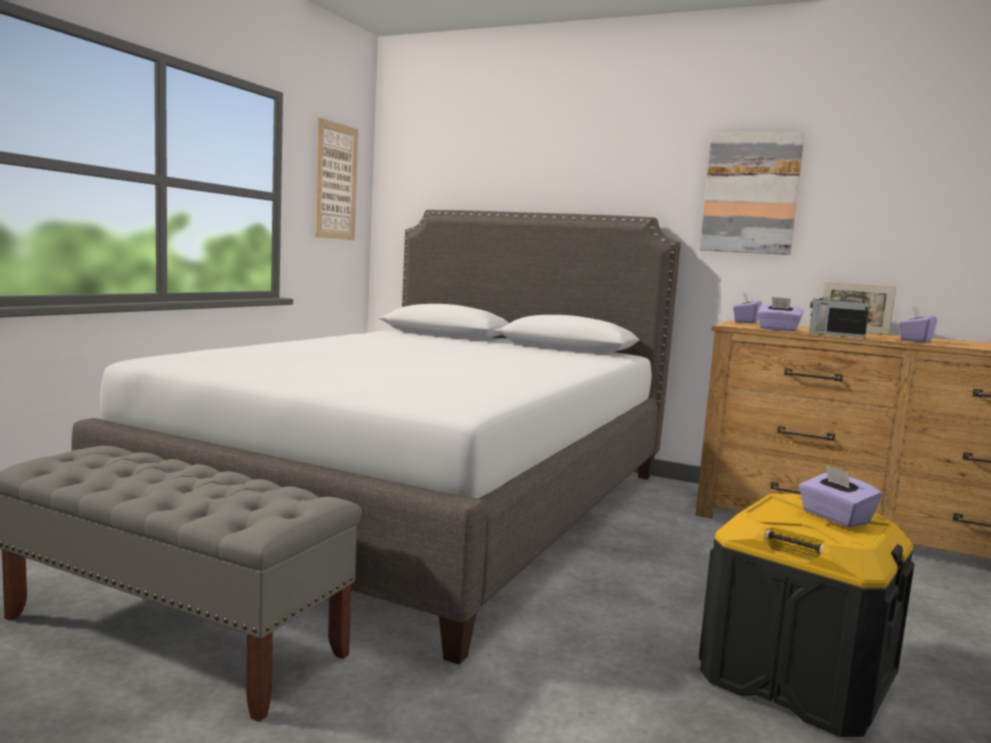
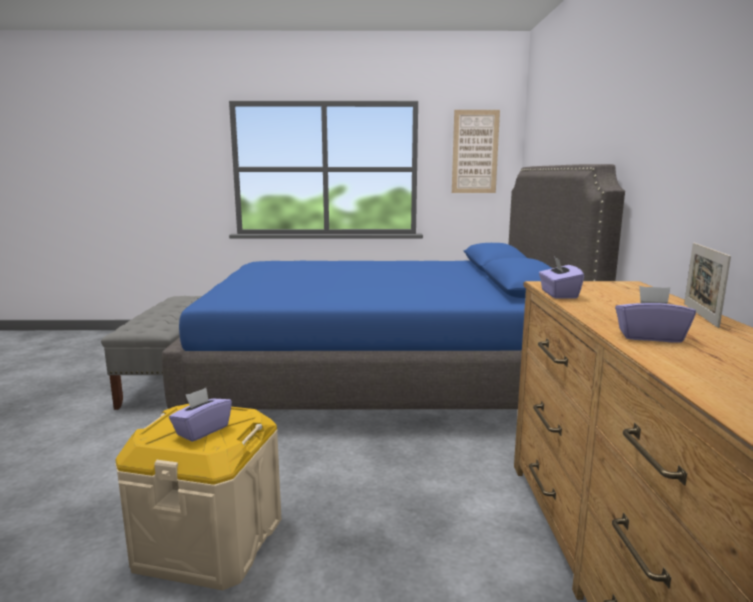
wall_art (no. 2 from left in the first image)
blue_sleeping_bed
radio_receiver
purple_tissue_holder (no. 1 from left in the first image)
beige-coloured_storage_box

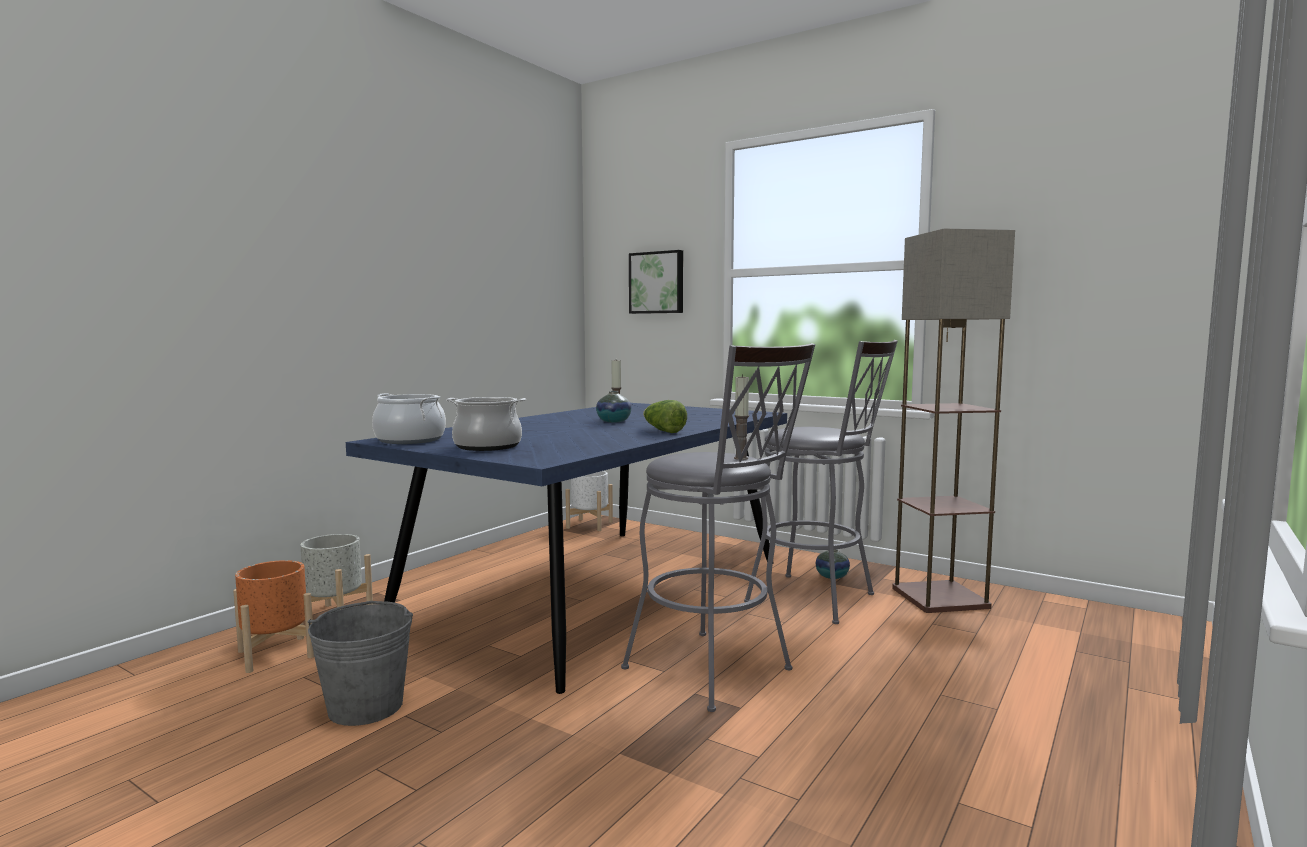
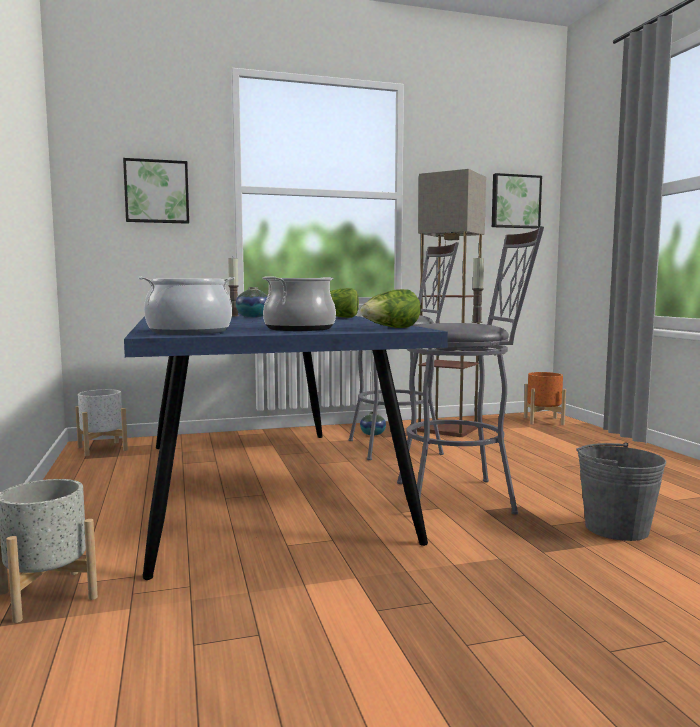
orange-coloured_planter
grey_water_bucket
wall_art (no. 2 from left)
head_of_lettuce (no. 2 from left)

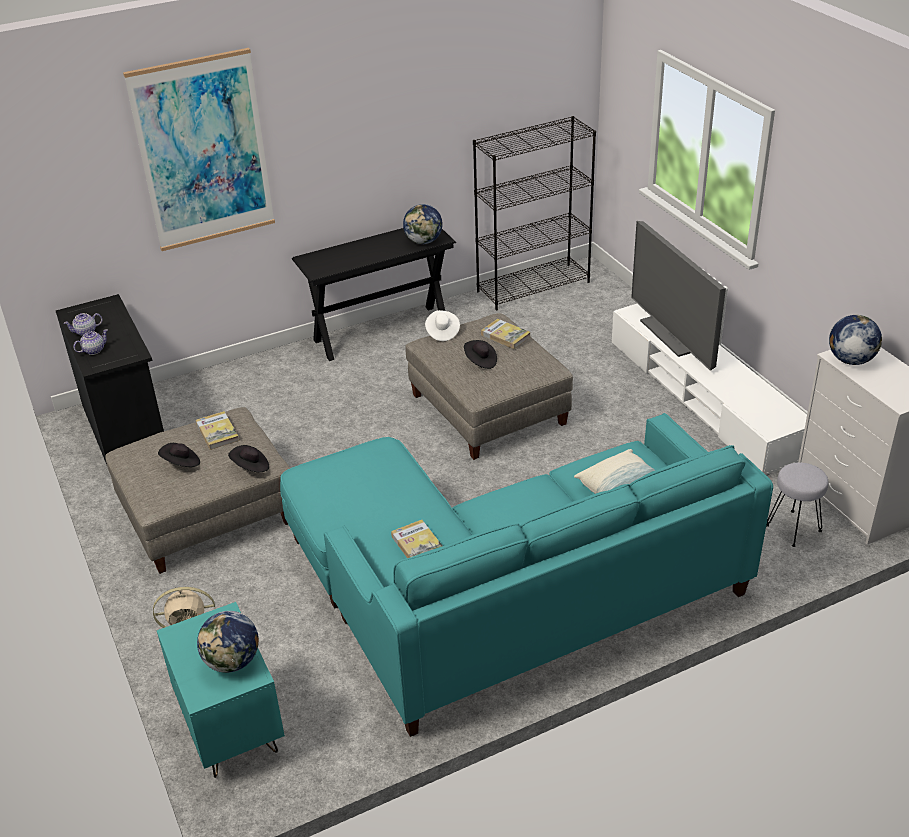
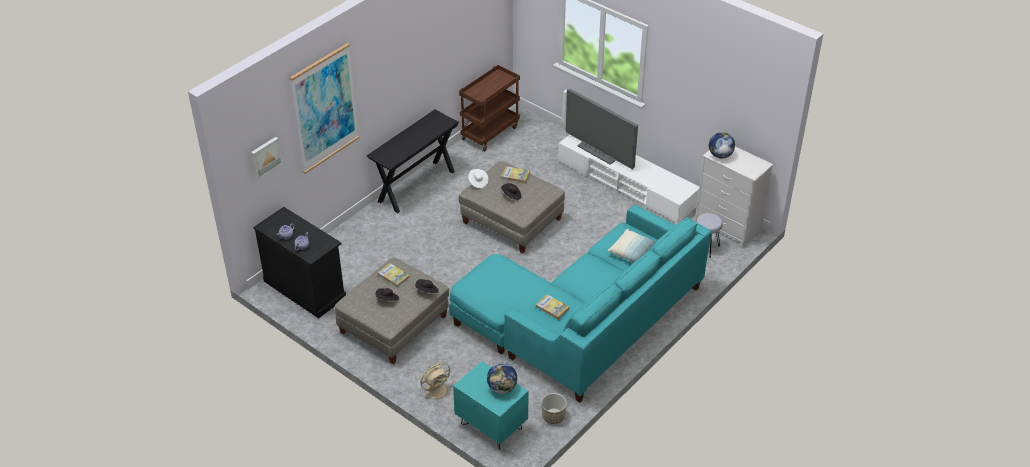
brown-coloured_cart
globe (no. 2 from left in the first image)
wall_art (no. 1 from left)
planter

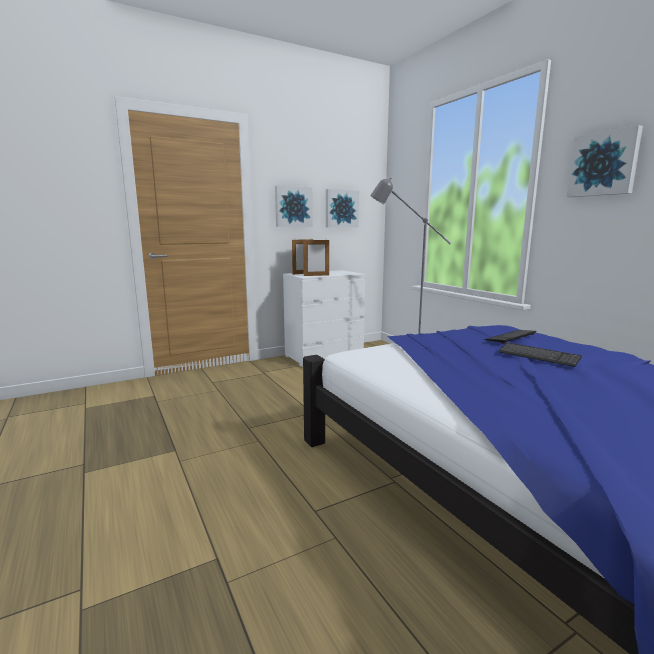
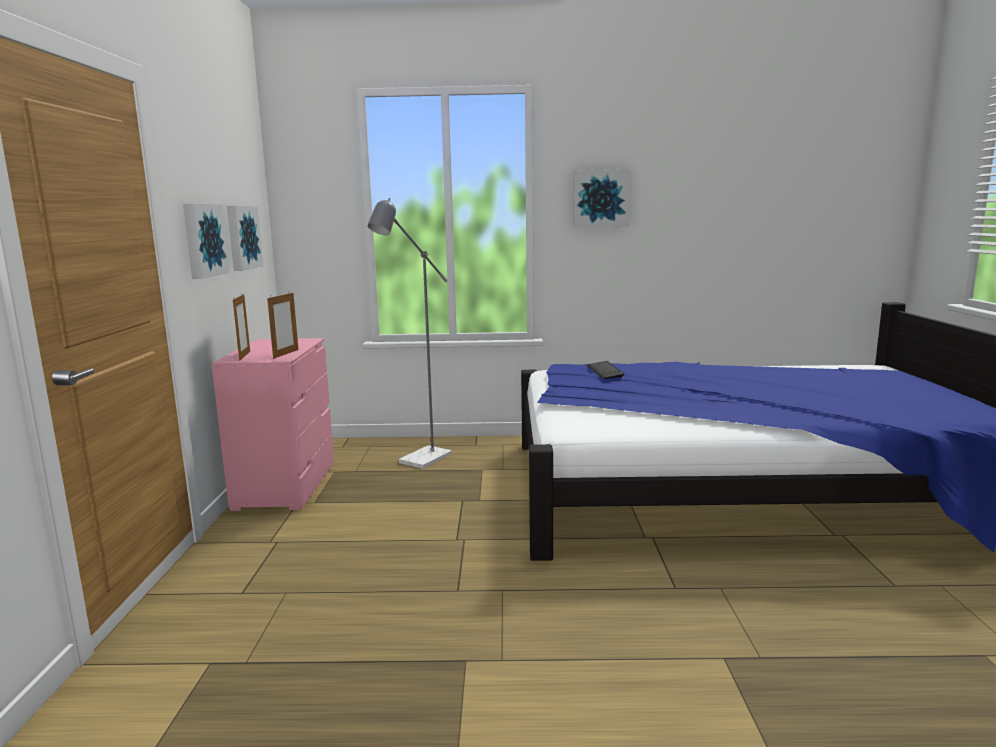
pink-coloured_dresser
PC_keyboard (no. 2 from left in the first image)

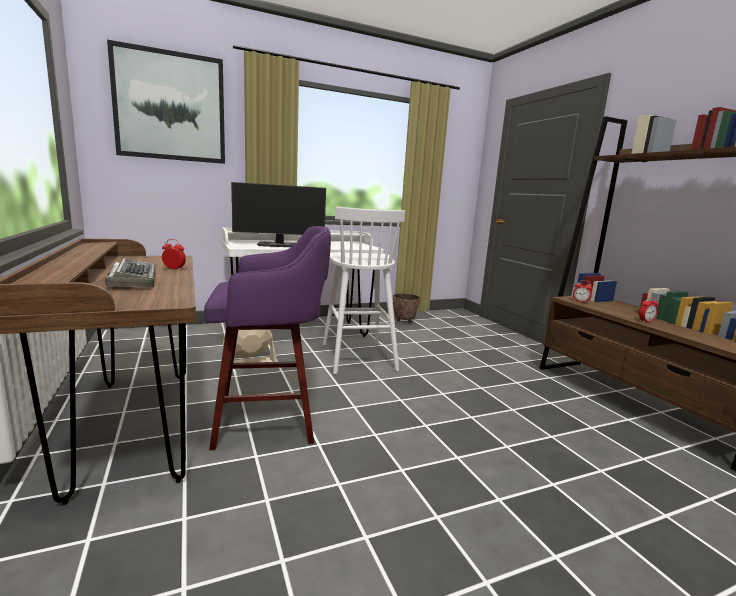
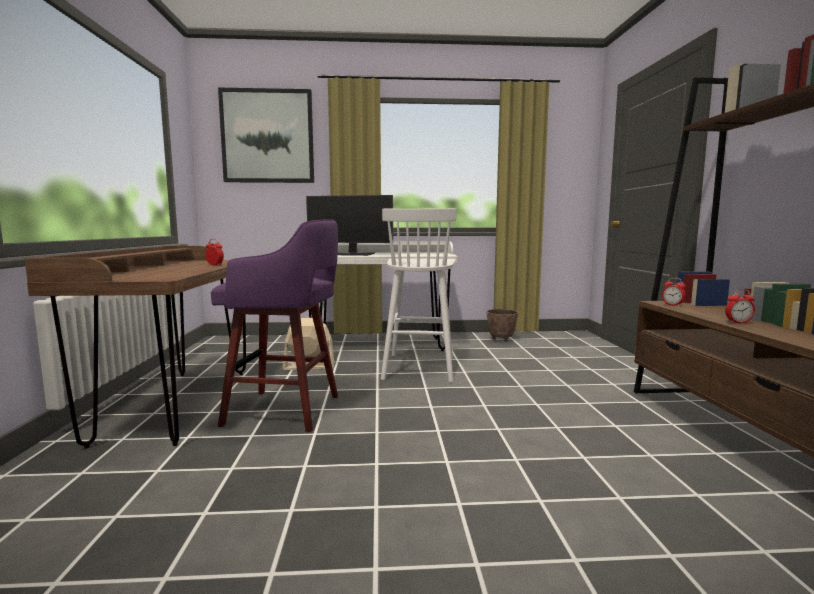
PC_keyboard

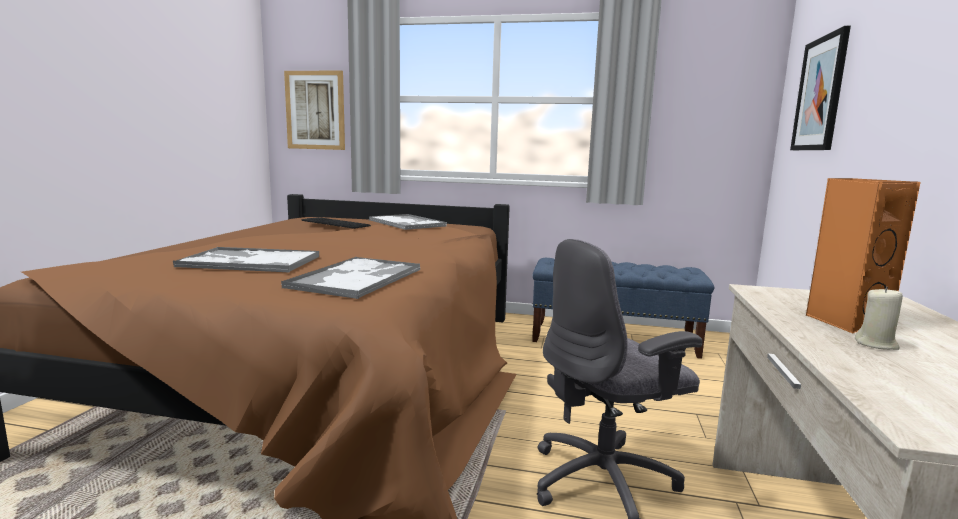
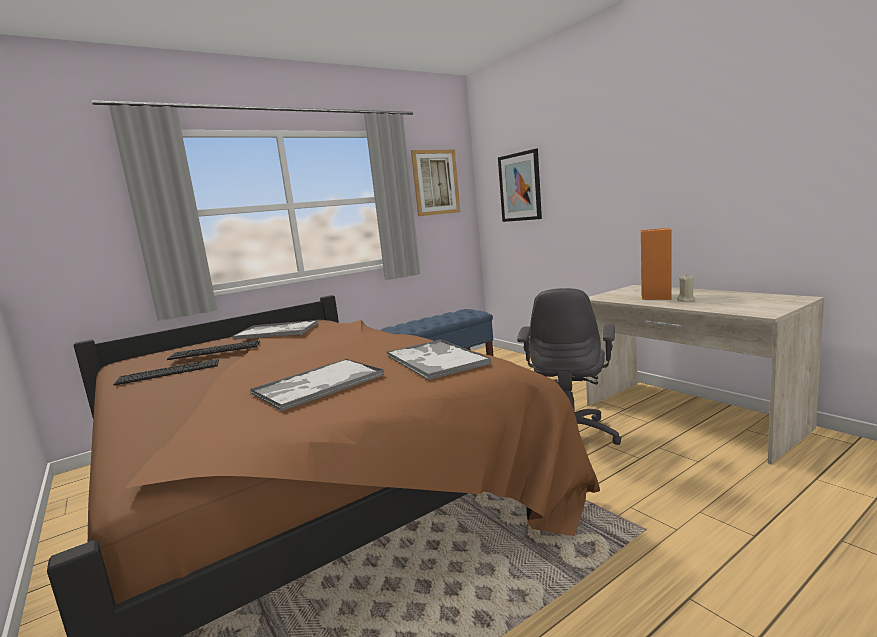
wall_art (no. 1 from left)
PC_keyboard (no. 1 from left)

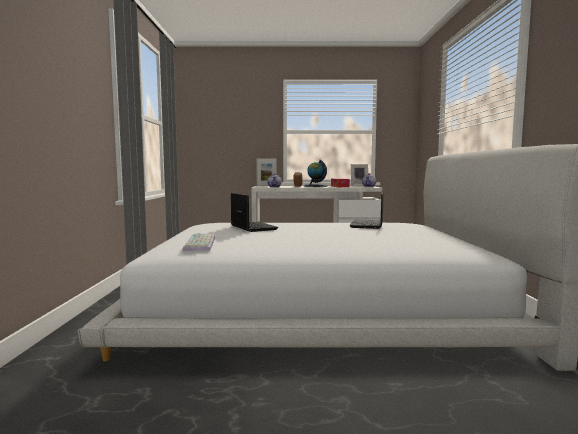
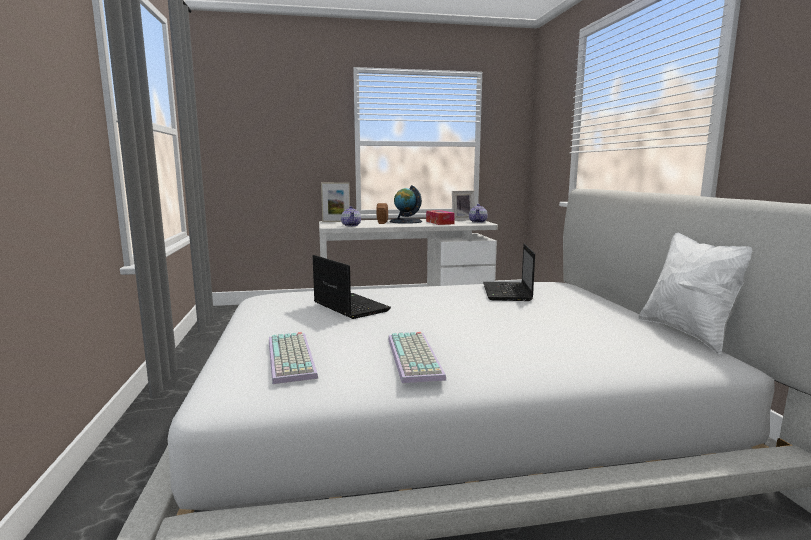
white_throw_pillow
PC_keyboard (no. 2 from left)

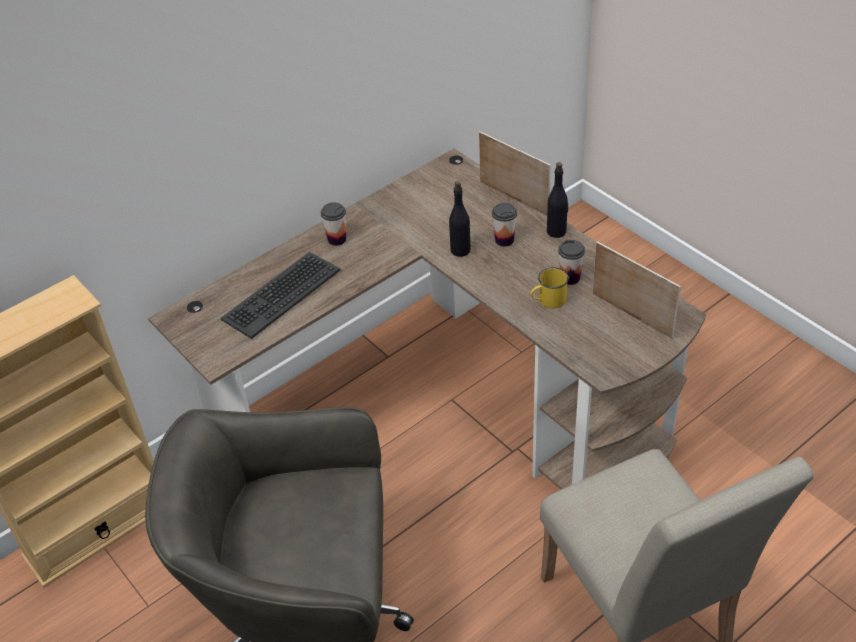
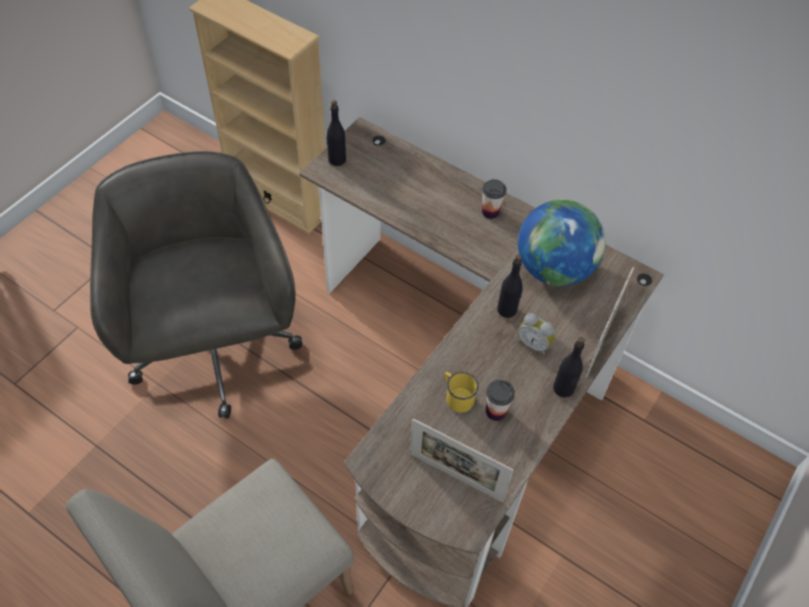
alarm_clock
standing_frame (no. 1 from left)
PC_keyboard
black_beverage_bottle (no. 1 from left)
globe

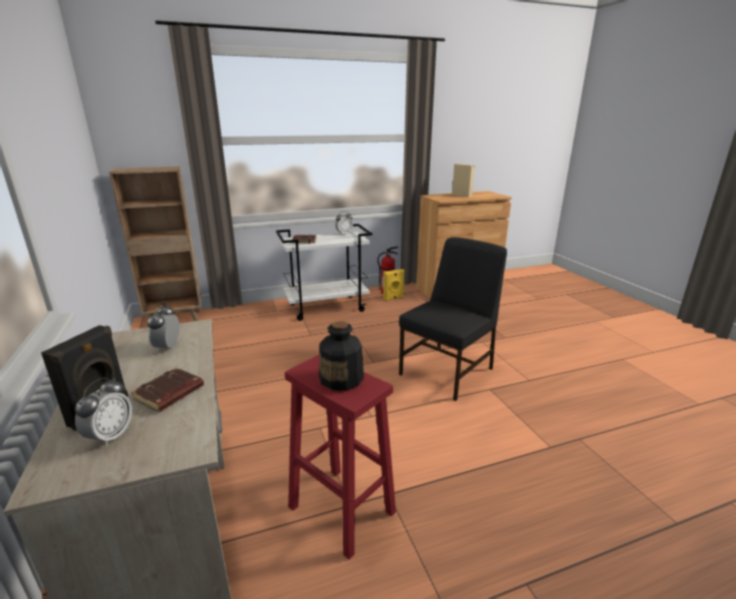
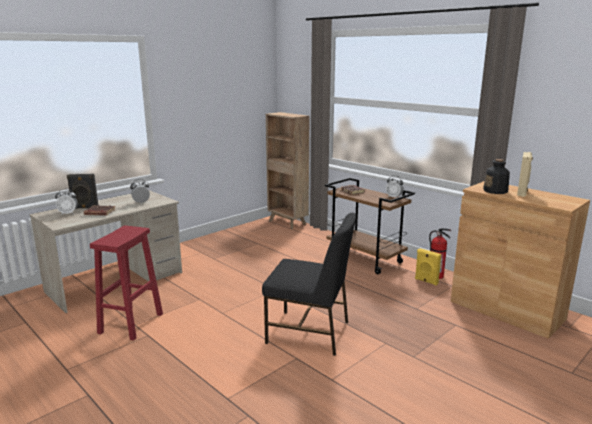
brown-coloured_cart
beverage_bottle

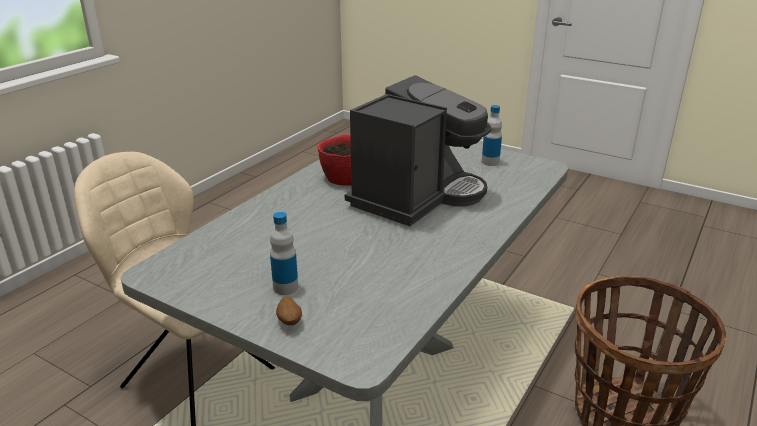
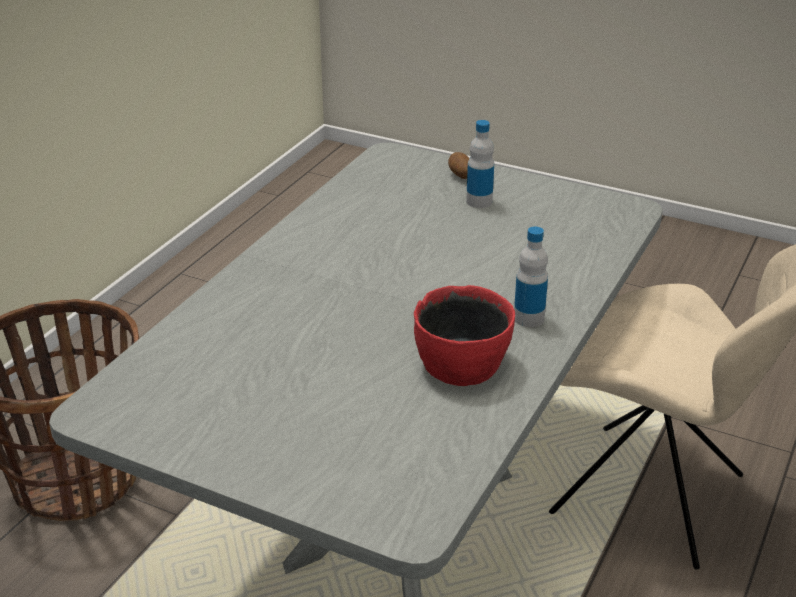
coffee_maker
beverage_bottle (no. 2 from left)

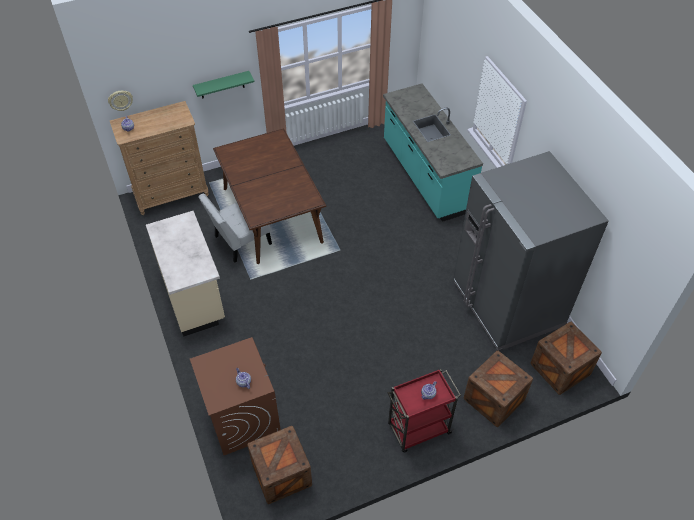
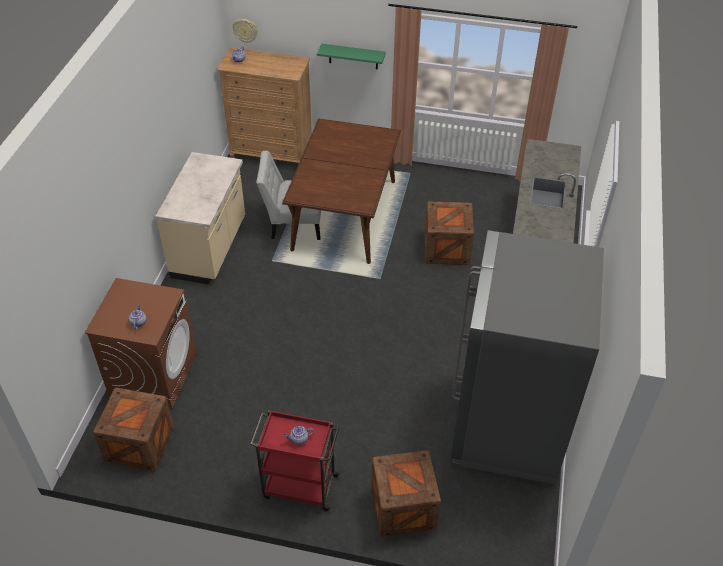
packing_crate (no. 3 from left)

